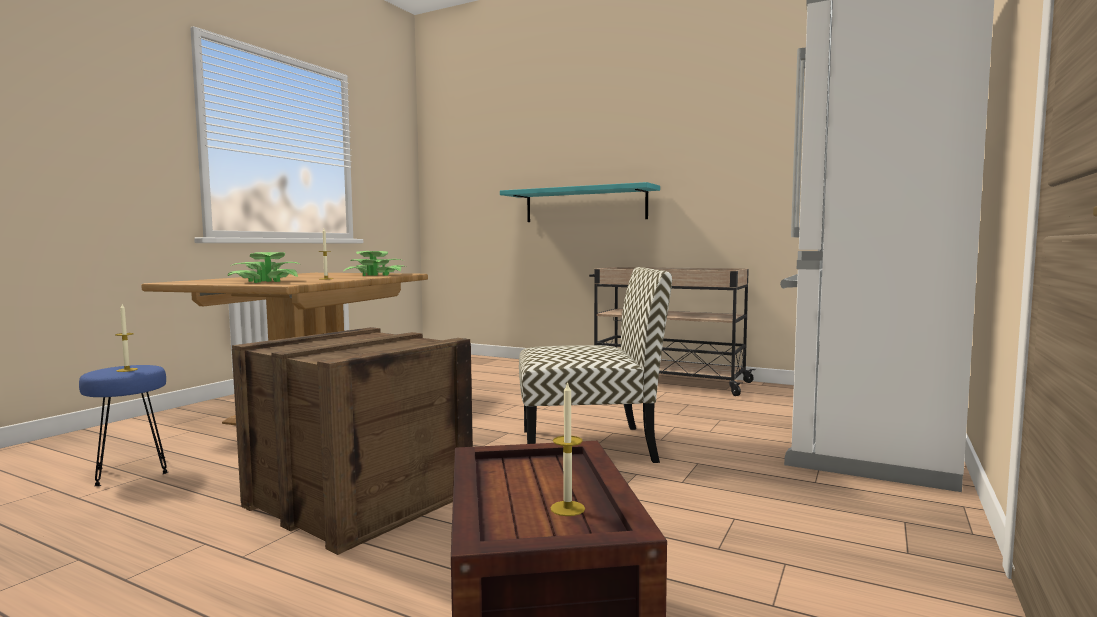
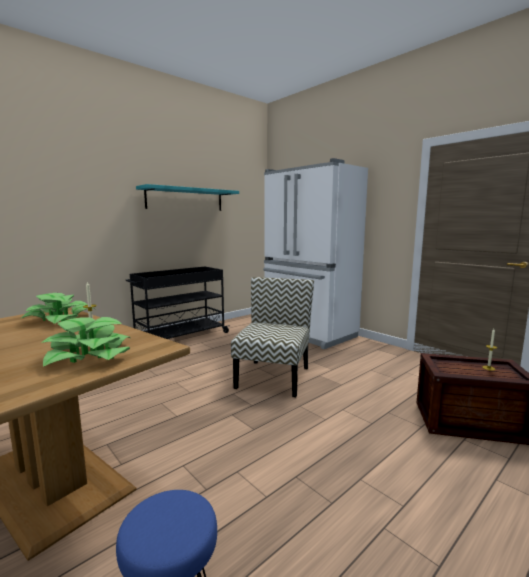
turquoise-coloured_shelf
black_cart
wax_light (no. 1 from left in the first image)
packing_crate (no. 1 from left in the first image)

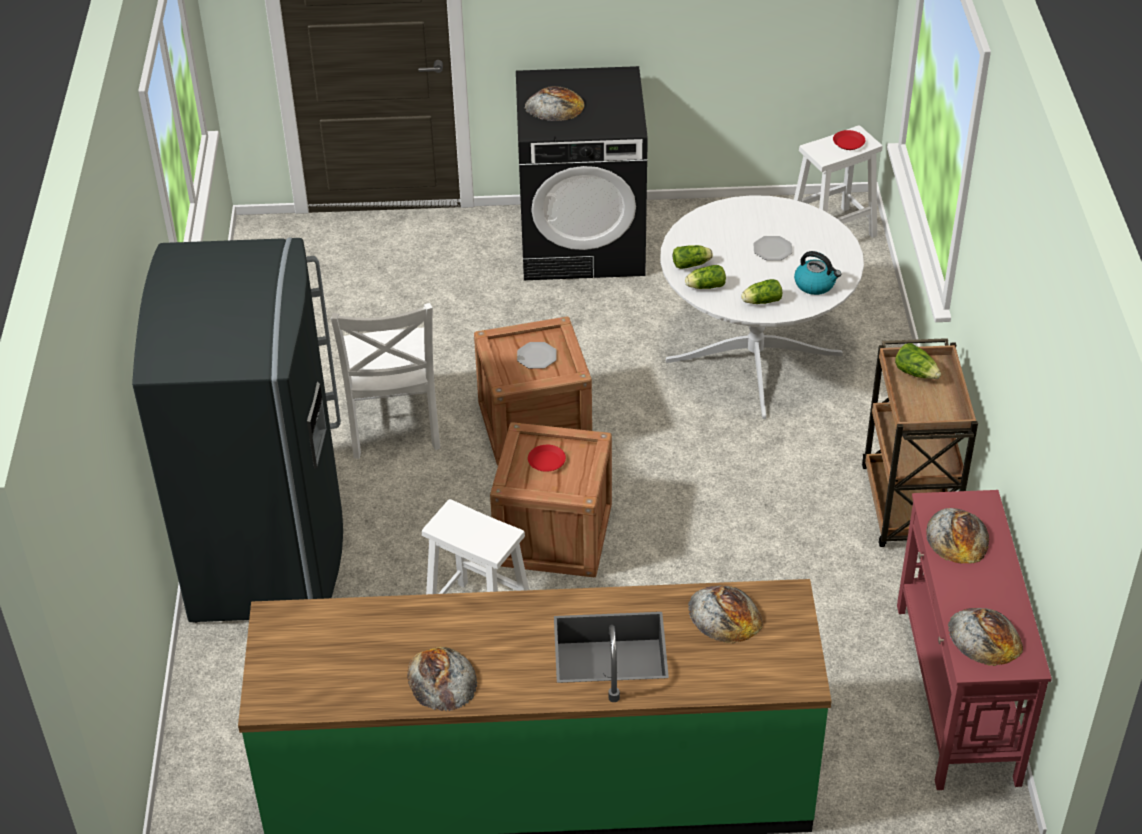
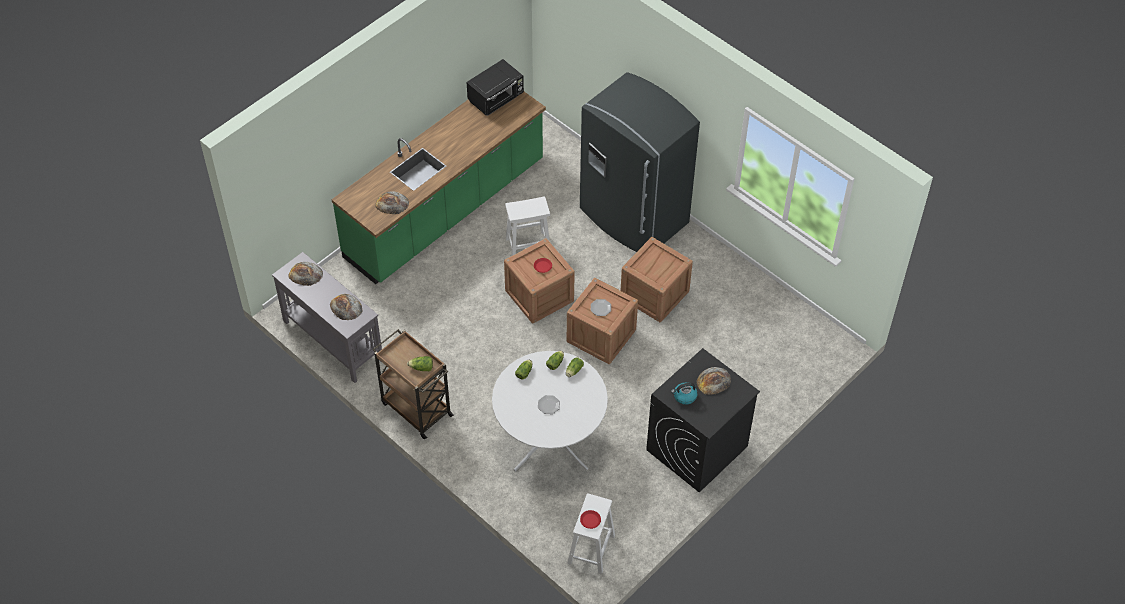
kettle
packing_crate (no. 3 from left)
grey_console_table
bakery_bread (no. 1 from left in the first image)
black_microwave

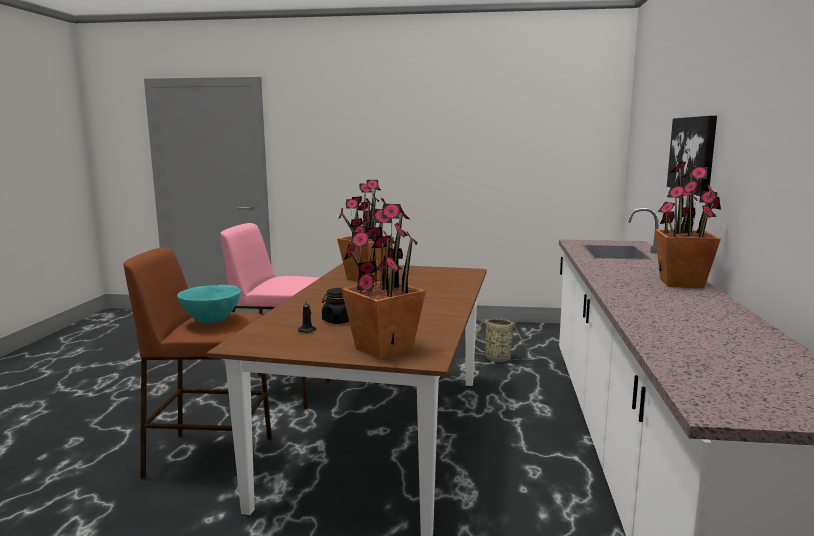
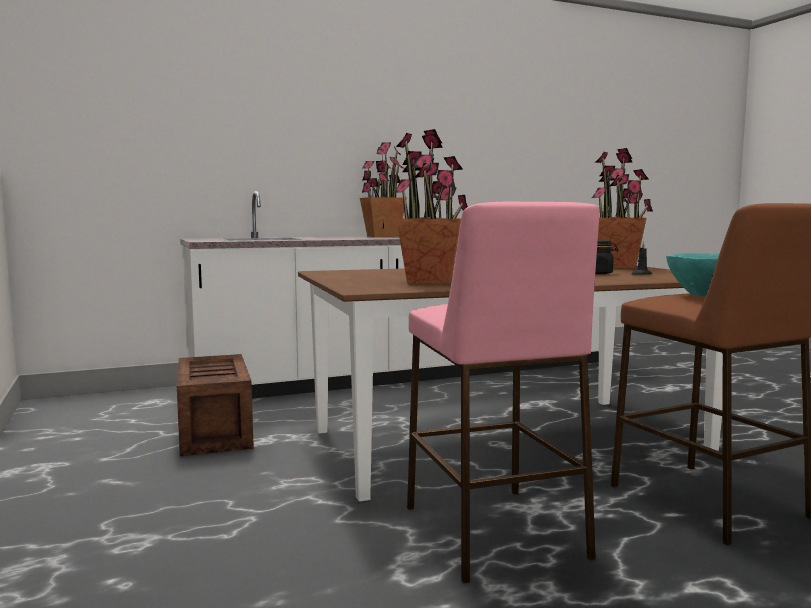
wall_art
packing_crate

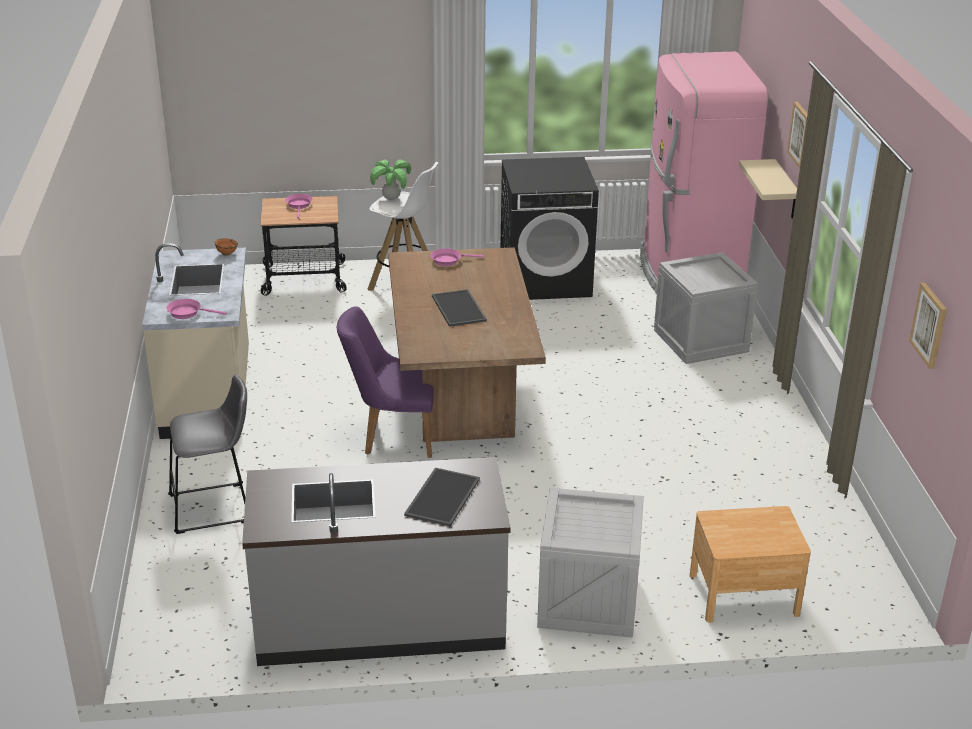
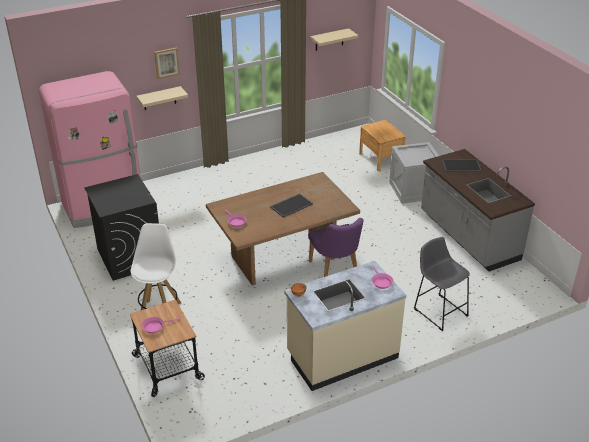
plant_in_a_pot
packing_crate (no. 2 from left in the first image)
beige-coloured_shelf (no. 2 from left)

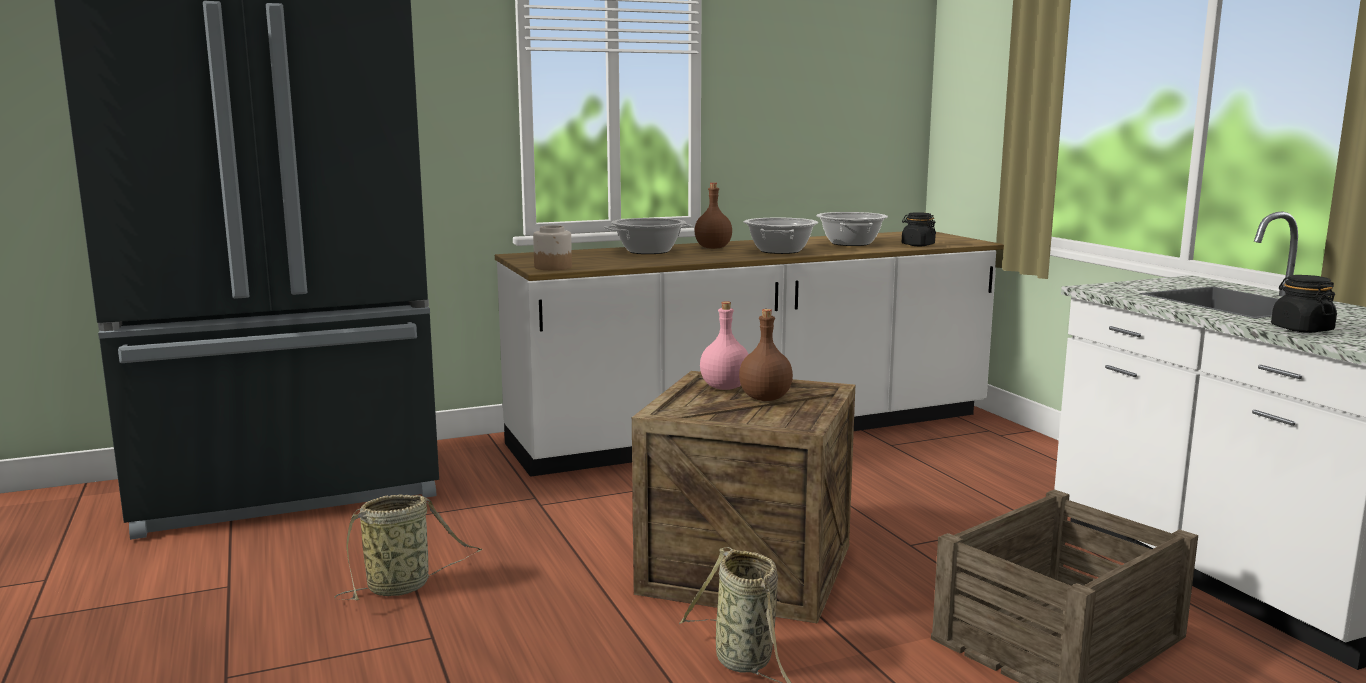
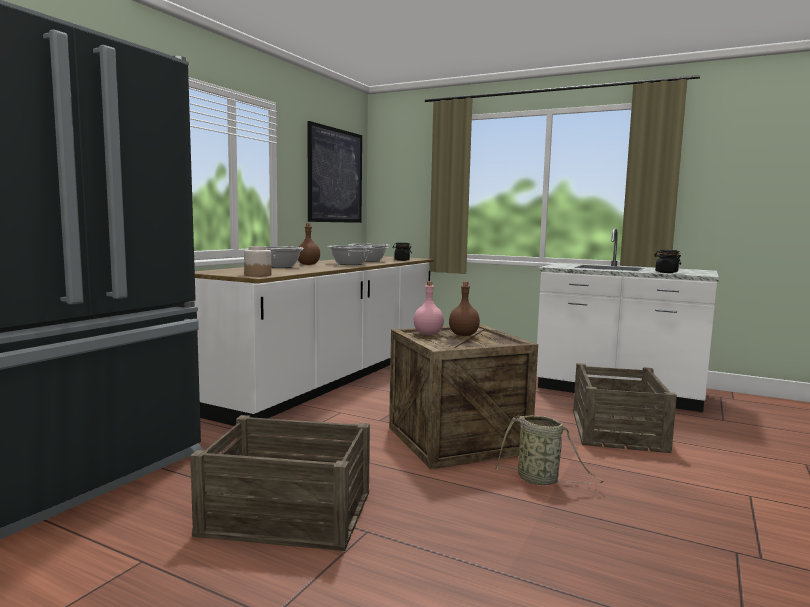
packing_crate (no. 1 from left)
wall_art

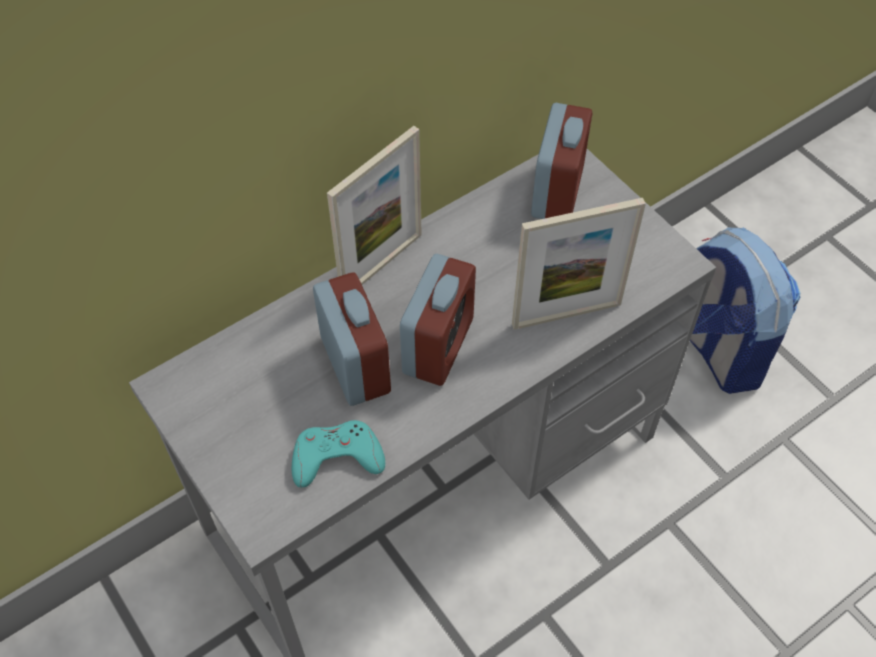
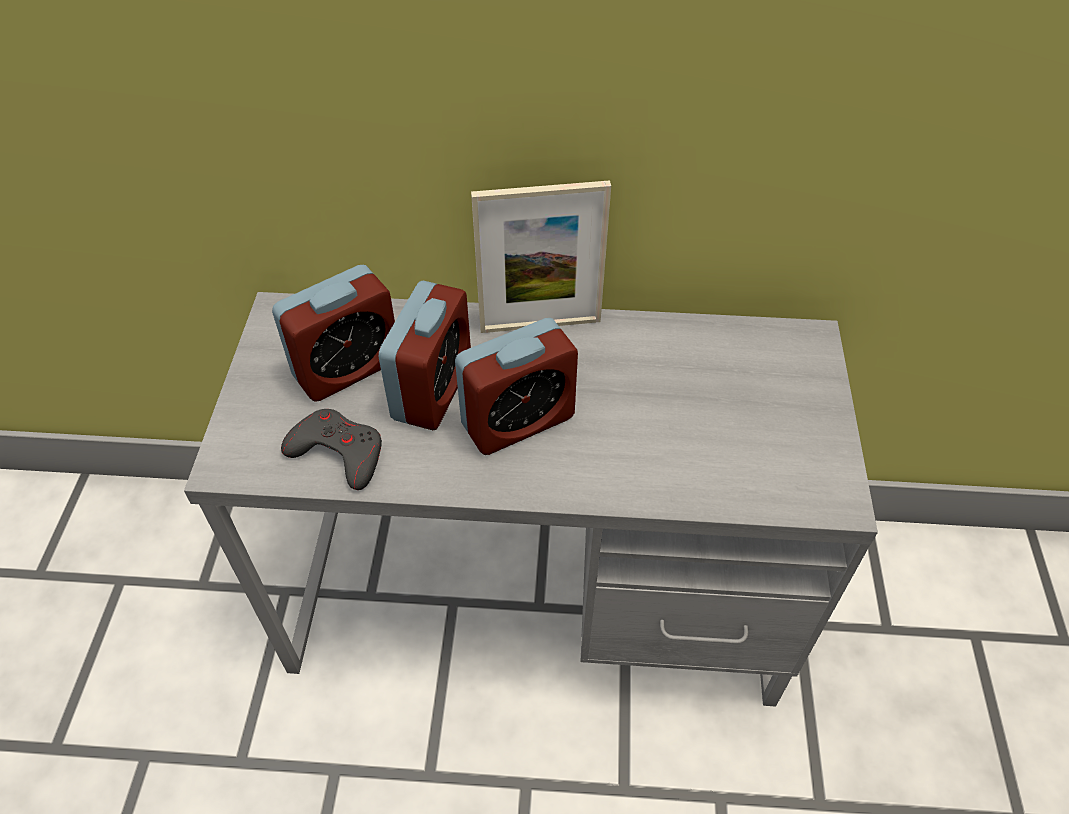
alarm_clock (no. 1 from left)
standing_frame (no. 2 from left in the first image)
knapsack
grey_game_controller

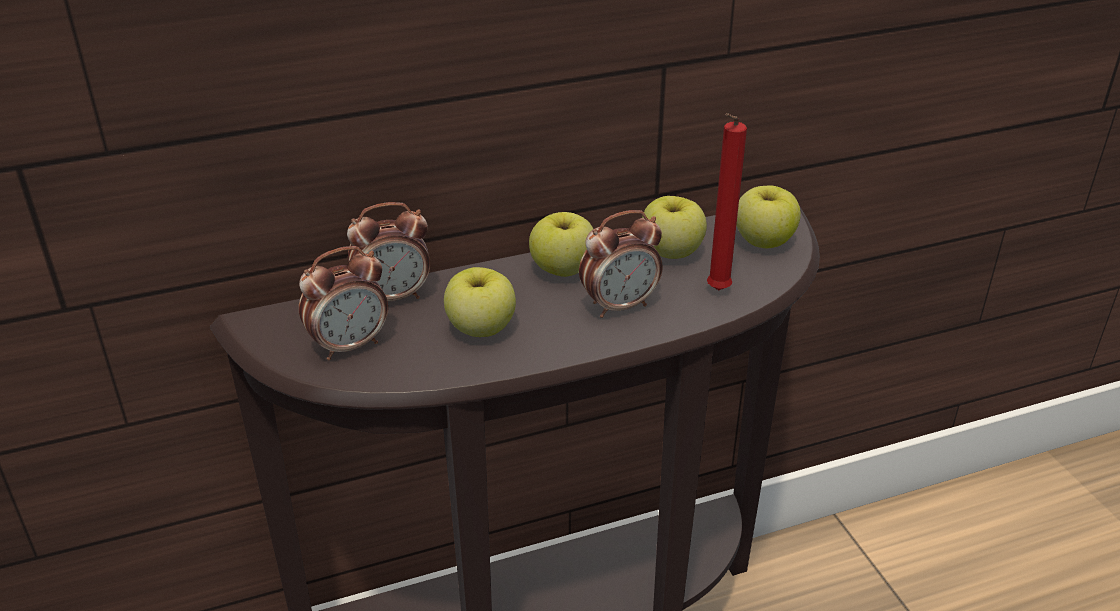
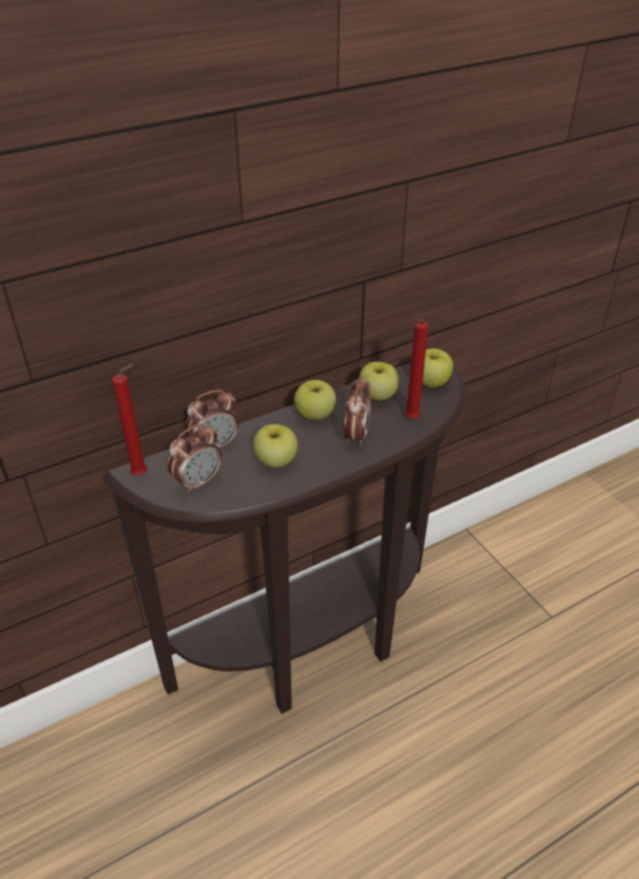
alarm_clock (no. 3 from left)
red_wax_light (no. 1 from left)

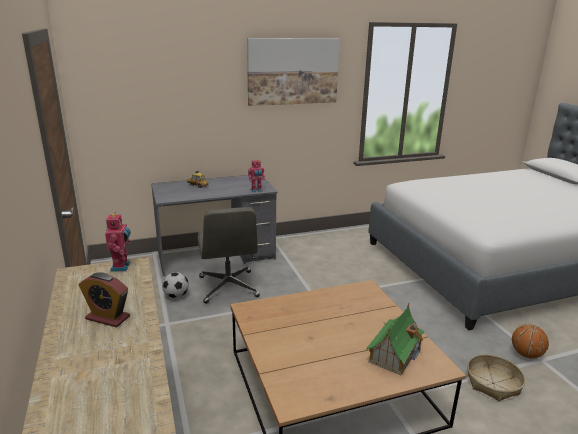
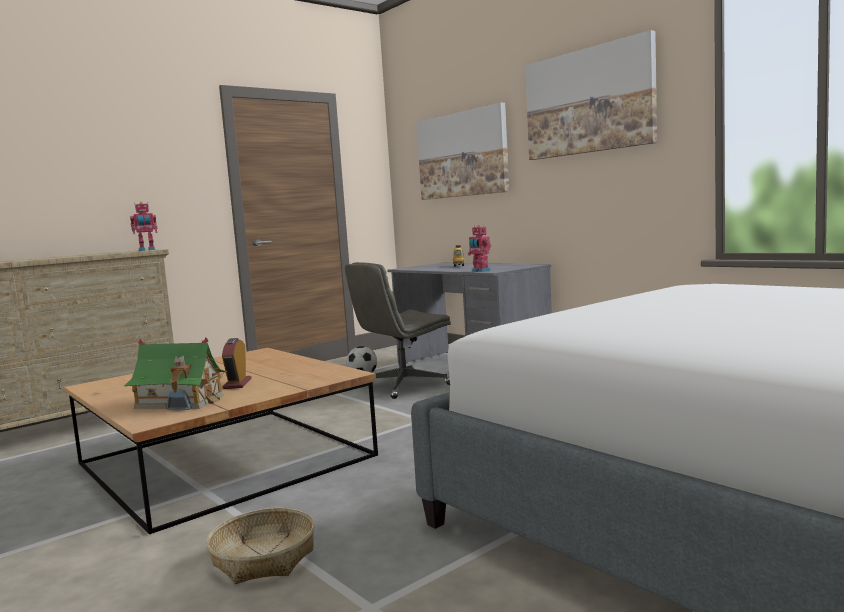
alarm_clock
basketball
wall_art (no. 1 from left)

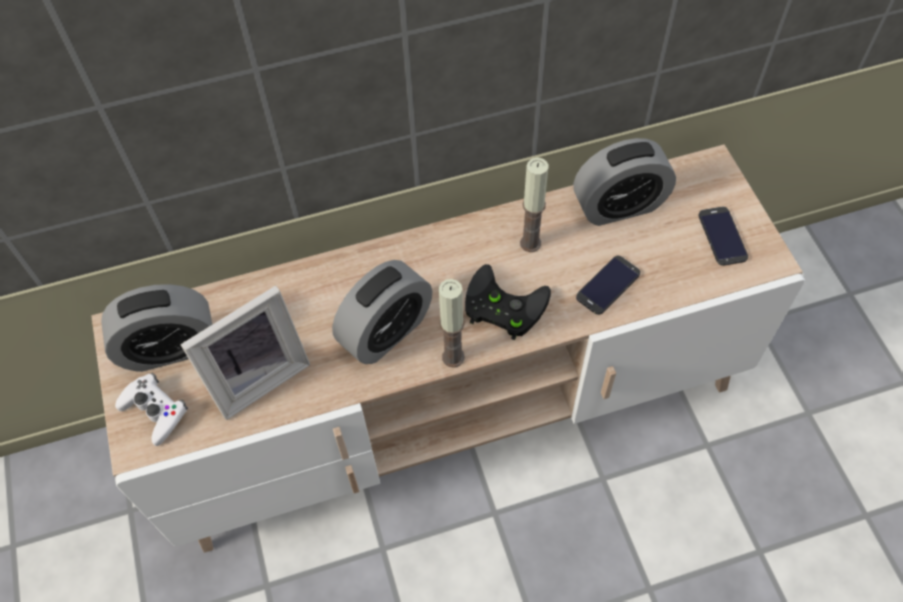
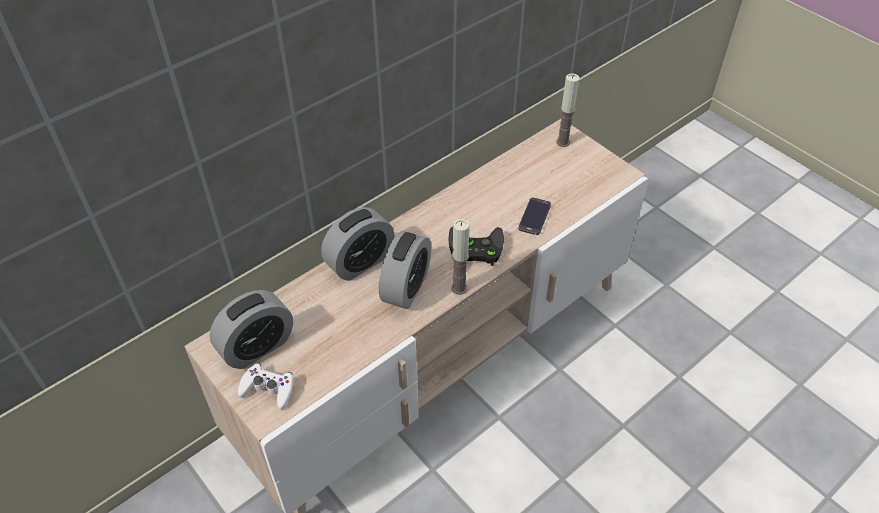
alarm_clock (no. 2 from left)
wax_light (no. 2 from left)
phone (no. 2 from left in the first image)
standing_frame

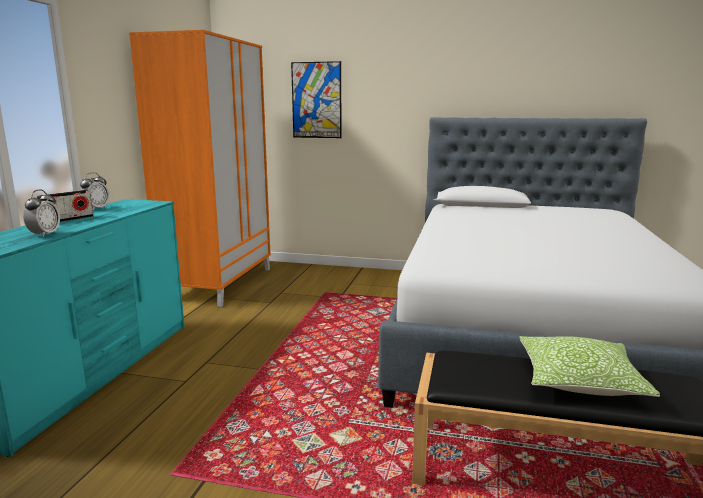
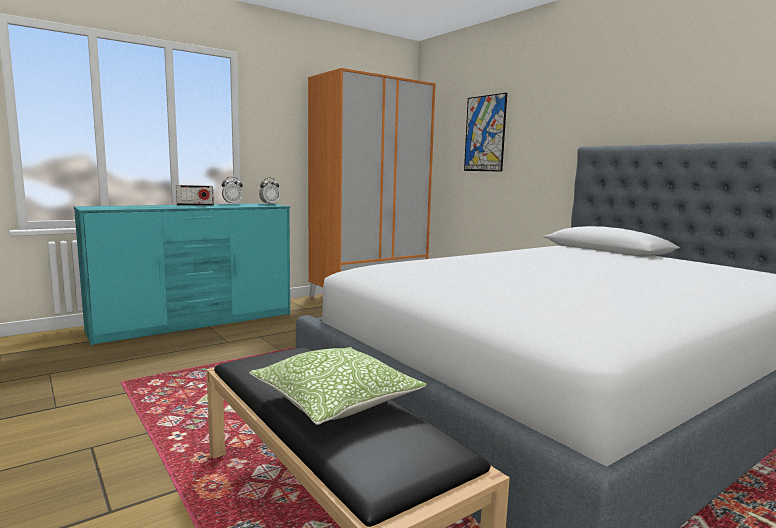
alarm_clock (no. 2 from left)

